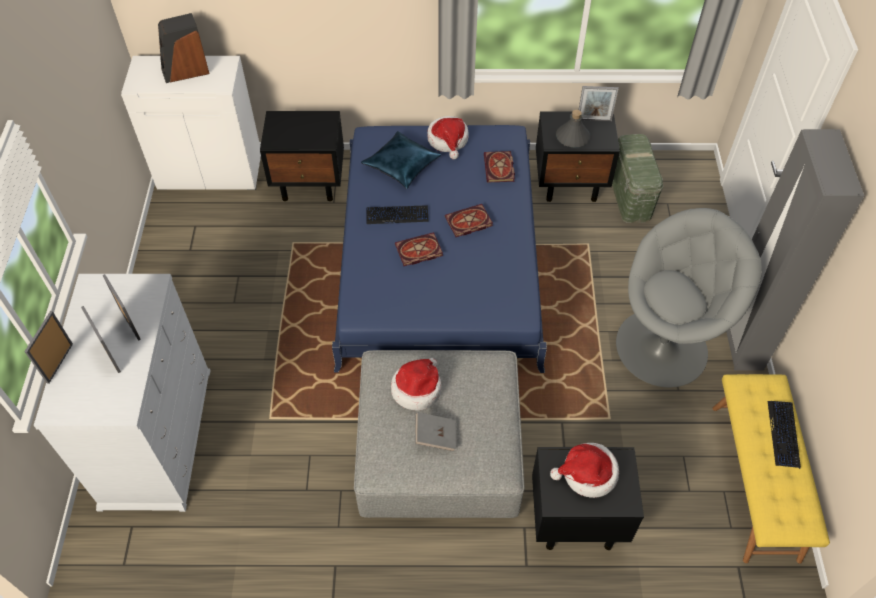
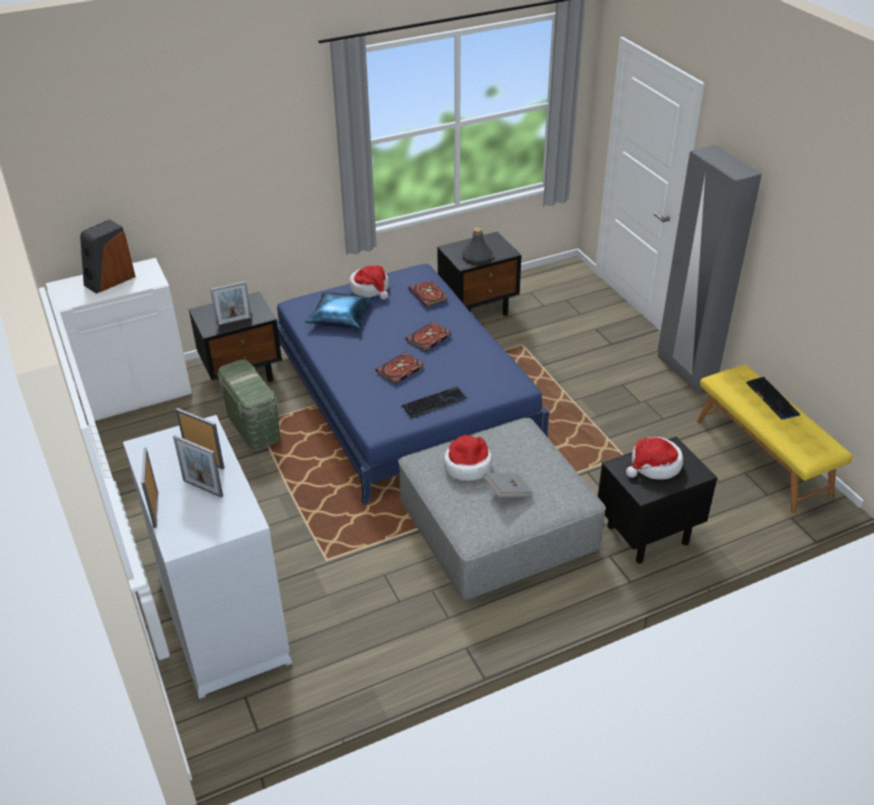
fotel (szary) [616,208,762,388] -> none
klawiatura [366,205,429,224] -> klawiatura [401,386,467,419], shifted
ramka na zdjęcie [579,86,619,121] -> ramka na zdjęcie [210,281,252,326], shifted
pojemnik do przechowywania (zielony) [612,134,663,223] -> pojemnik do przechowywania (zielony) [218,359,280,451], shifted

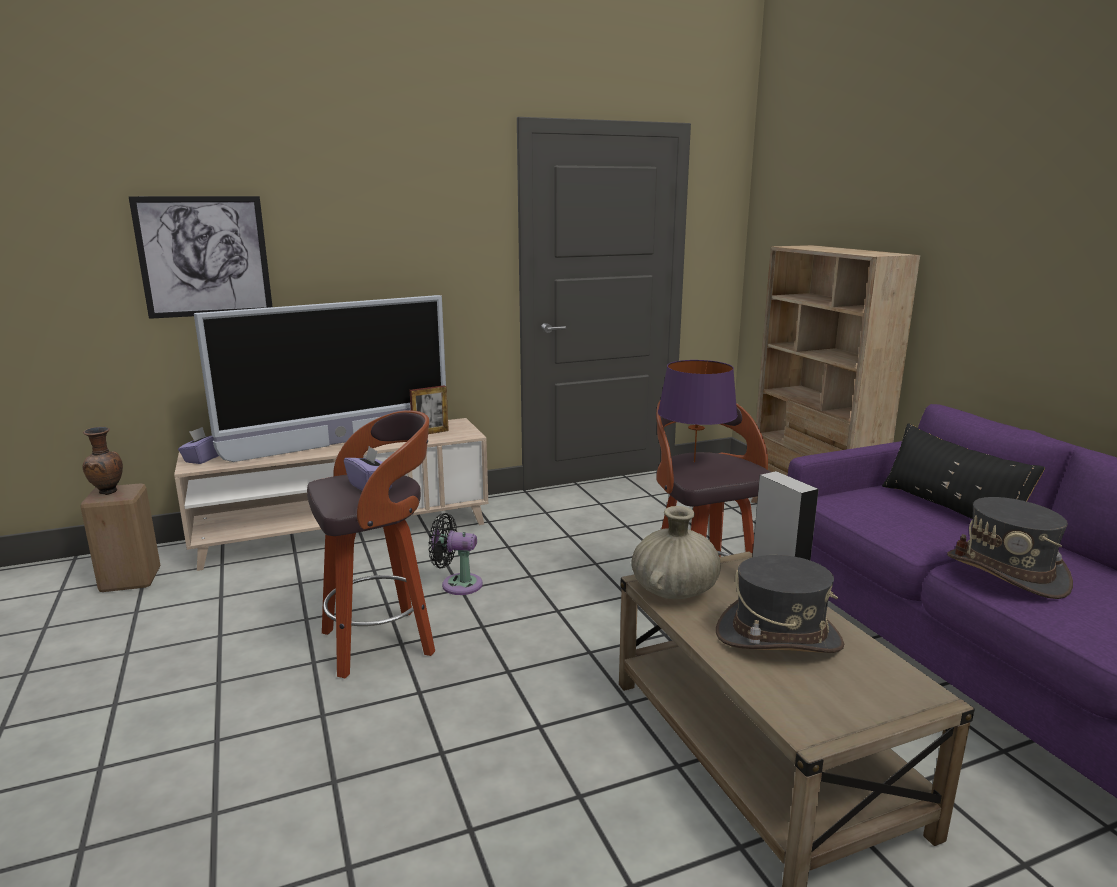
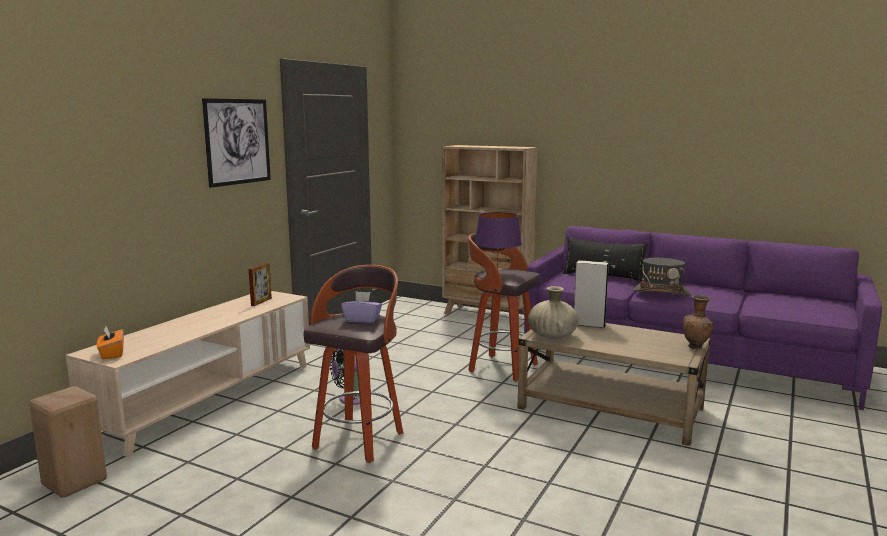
telewizor [194,295,446,462] -> none
kapelusz (szary) [716,555,844,653] -> none
wazon (brązowy) [82,427,123,495] -> wazon (brązowy) [683,295,714,349], shifted
obraz [129,196,272,319] -> obraz [202,98,271,188], shifted
pudełko chusteczek (fioletowy) [178,427,219,464] -> pudełko chusteczek (pomarańczowy) [97,326,124,359]

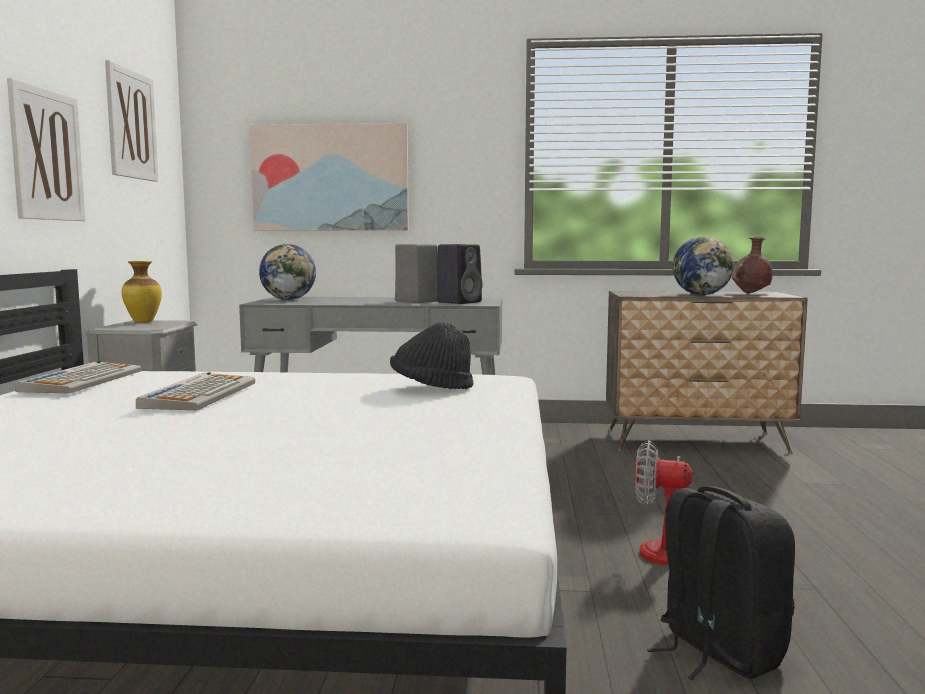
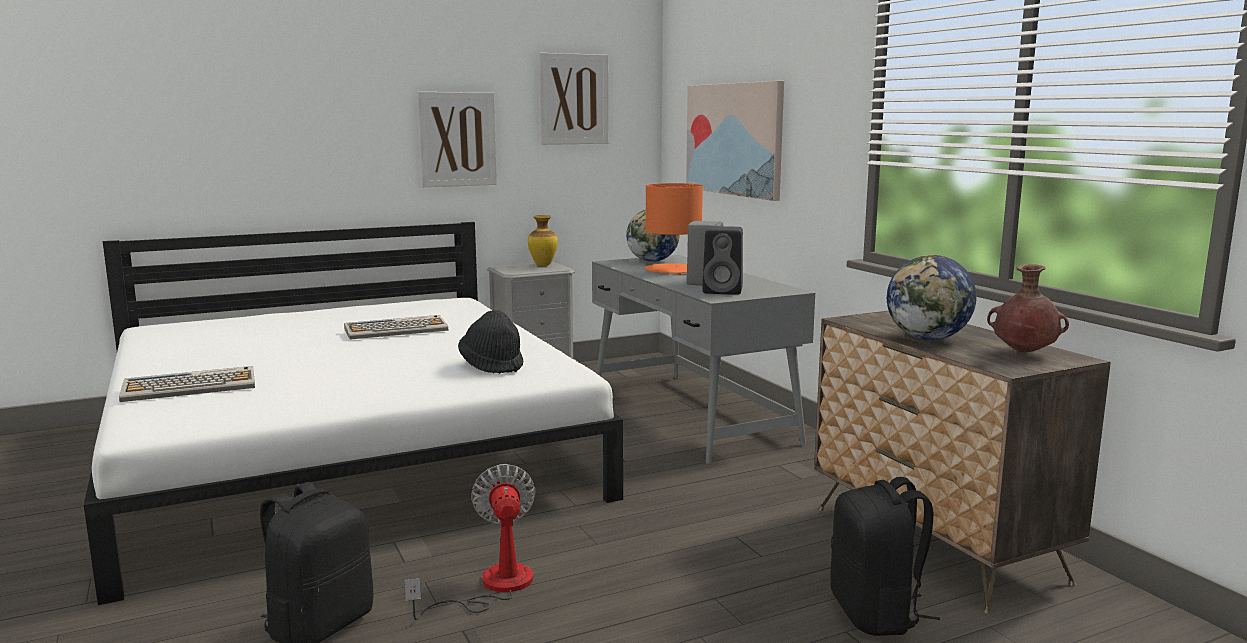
none -> lampa stołowa (pomarańczowy) [645,183,703,275]
none -> plecak (czarny) [830,477,940,636]
klawiatura [15,361,141,394] -> klawiatura [119,366,255,402], shifted

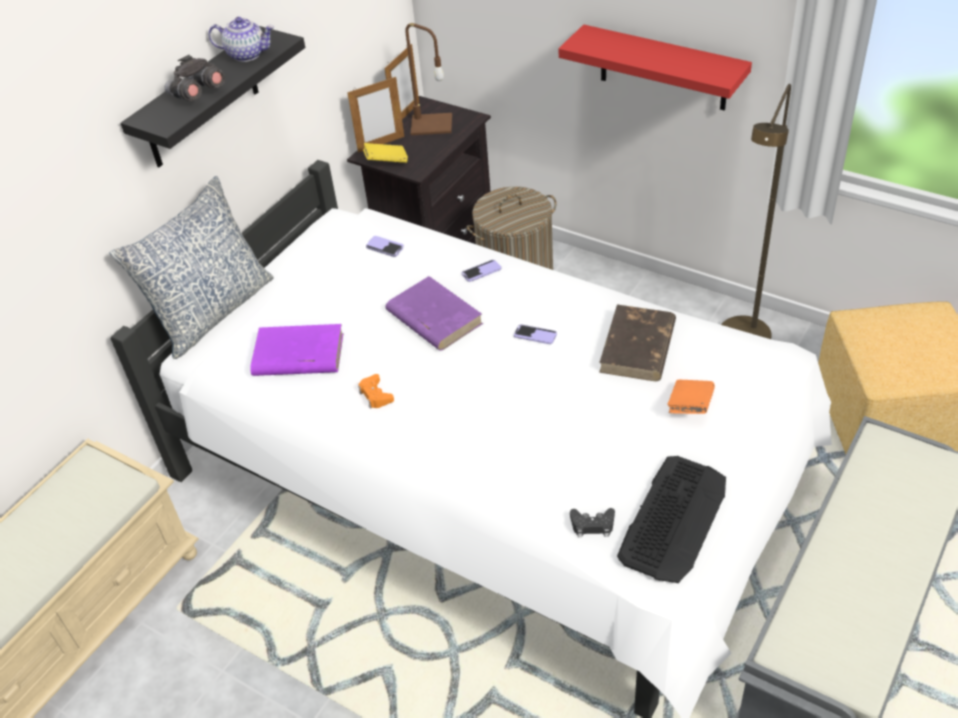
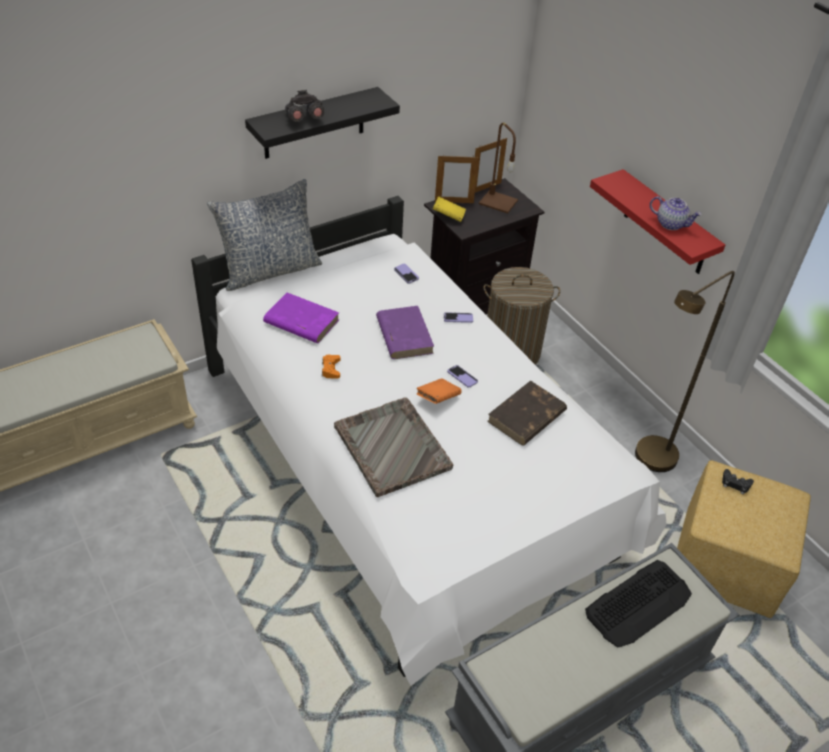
none -> taca (szary) [334,397,453,497]
imbryk [208,17,274,62] -> imbryk [650,196,702,230], shifted
pad do gier (czarny) [570,508,615,537] -> pad do gier (czarny) [722,469,754,494], shifted
klawiatura [617,456,726,583] -> klawiatura [585,560,692,648], shifted
książka (pomarańczowy) [667,380,715,414] -> książka (pomarańczowy) [417,379,462,404], shifted

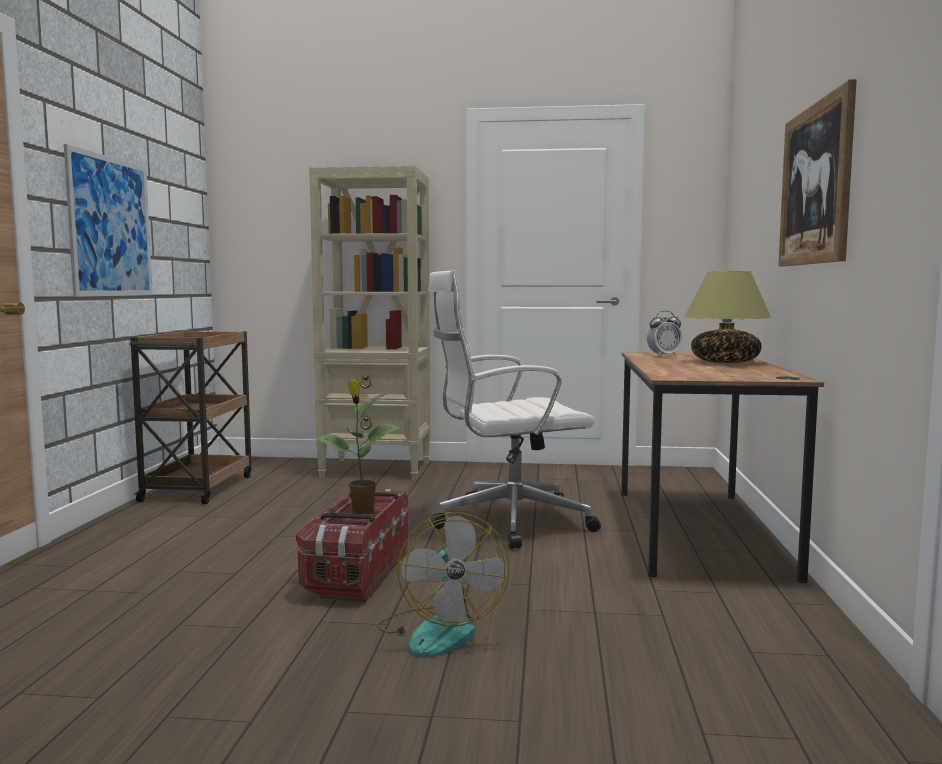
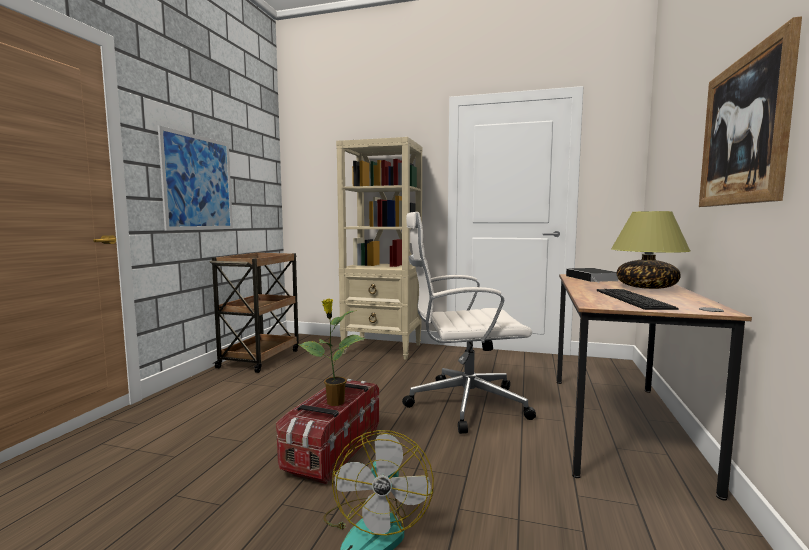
none -> klawiatura [597,289,679,310]
budzik [647,311,682,356] -> książka [566,268,618,283]

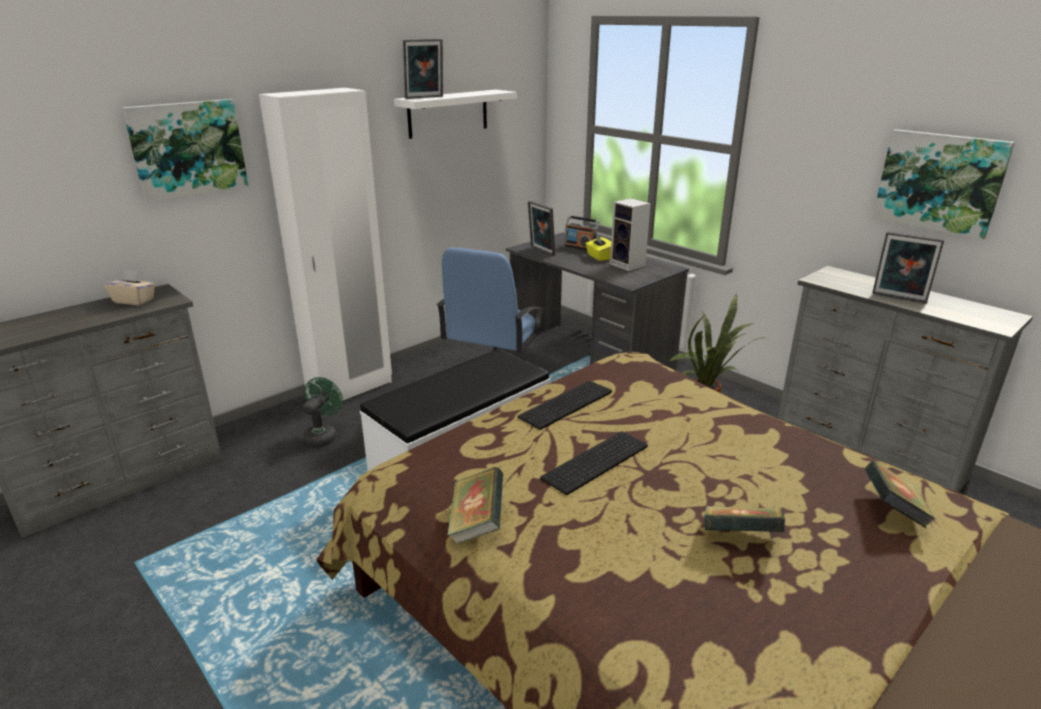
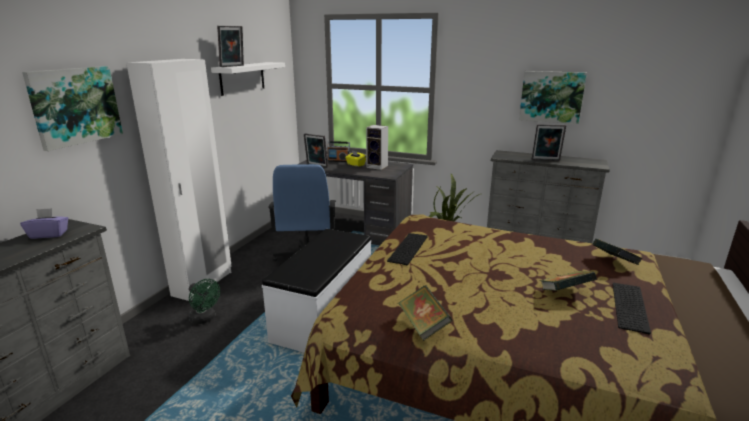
klawiatura [540,432,648,495] -> klawiatura [613,283,651,334], shifted
pudełko chusteczek (beżowy) [104,270,155,306] -> pudełko chusteczek (fioletowy) [20,208,69,239]
wentylator (zielony) [302,377,343,447] -> wentylator (zielony) [189,279,220,324], 135 degrees clockwise

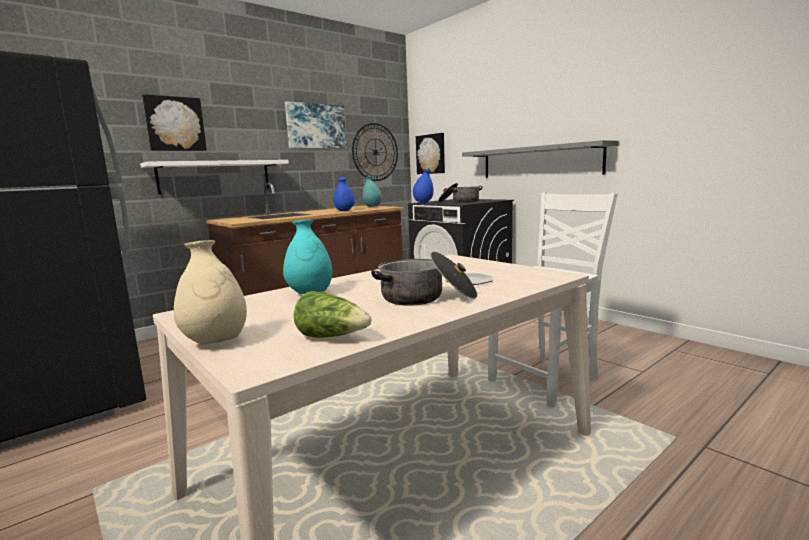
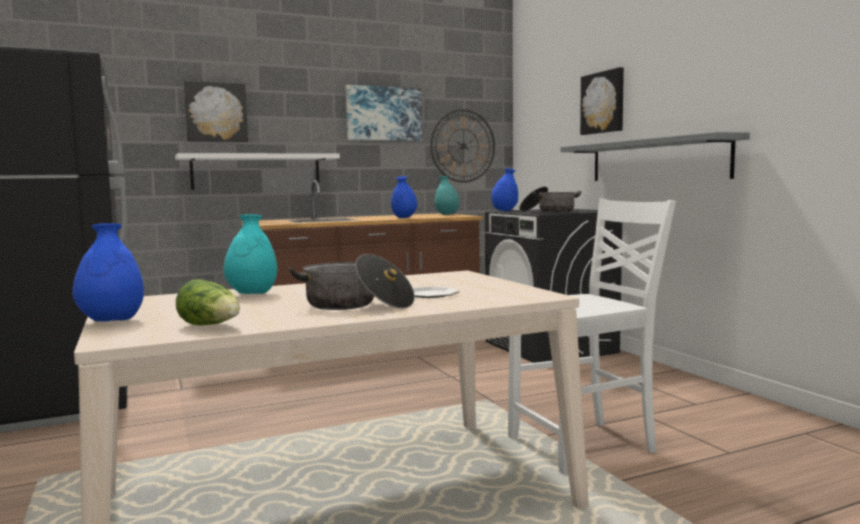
obraz [416,133,445,174] -> obraz [580,67,624,135], shifted
wazon (beżowy) [174,240,247,345] -> wazon (niebieski) [72,223,144,322]

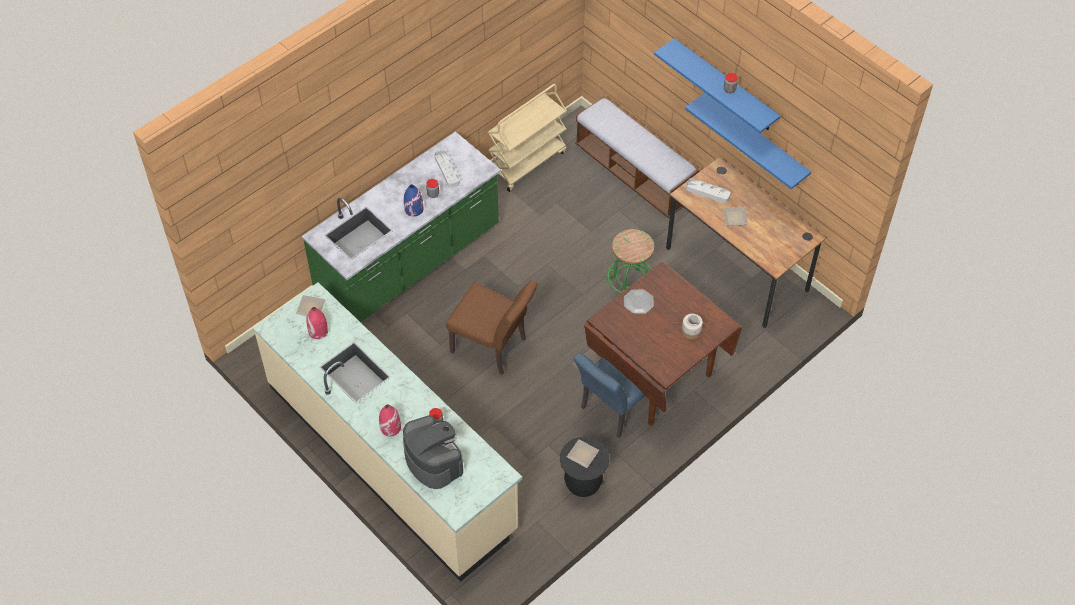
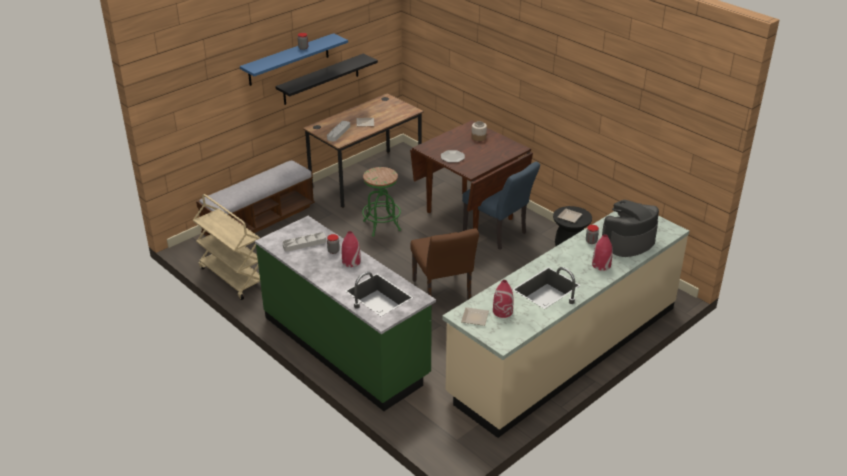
wazon (niebieski) [404,184,423,217] -> wazon (czerwony) [342,231,361,267]
półka (niebieski) [685,93,811,189] -> półka (czarny) [275,54,378,105]
krzesło (brązowy) [446,280,538,375] -> krzesło (brązowy) [410,228,479,300], 135 degrees clockwise

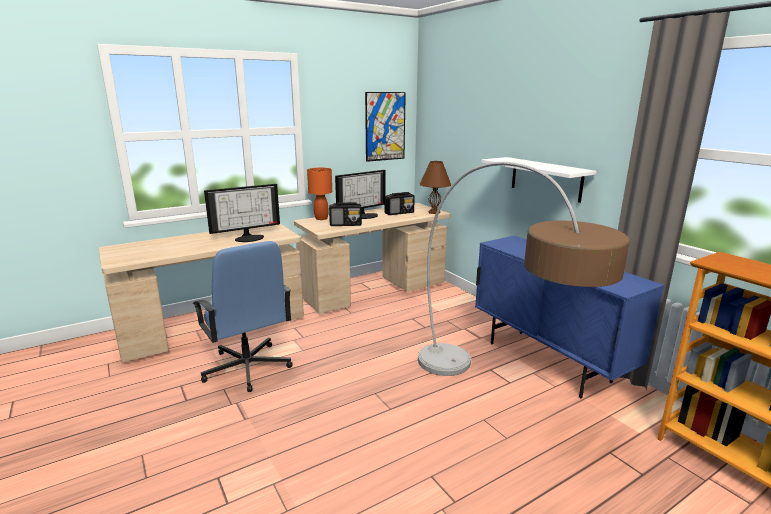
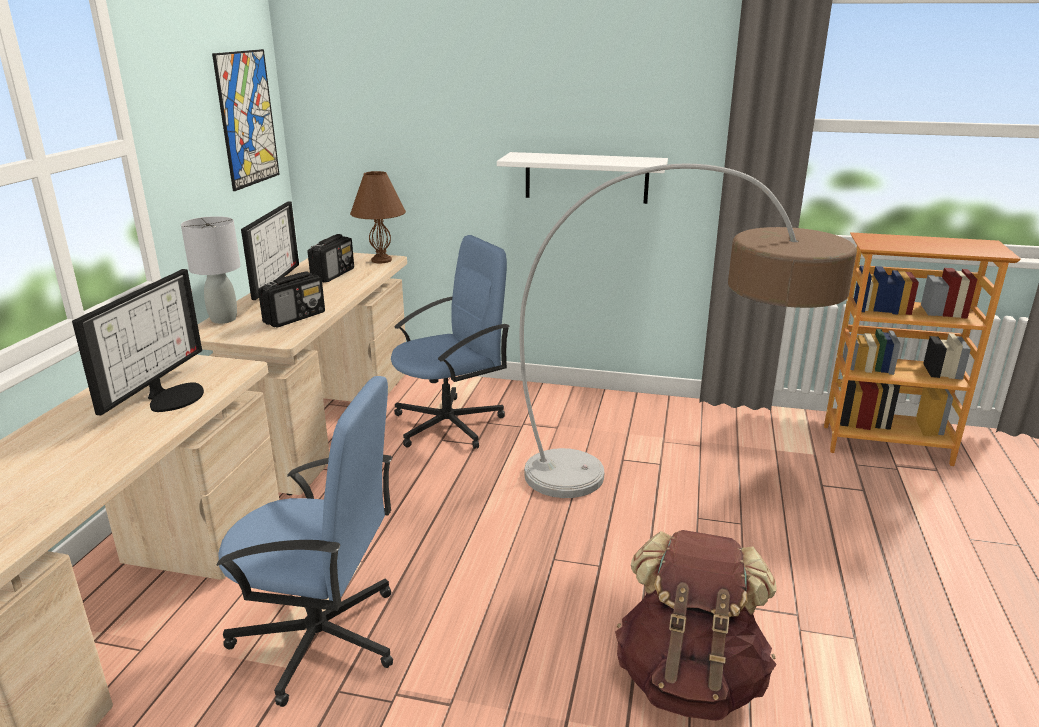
szafka (niebieski) [475,236,664,399] -> none
none -> krzesło biurowe (niebieski) [391,235,510,449]
none -> plecak (brązowy) [615,530,777,721]
lampa stołowa (pomarańczowy) [307,168,332,220] -> lampa stołowa (szary) [181,216,241,324]

